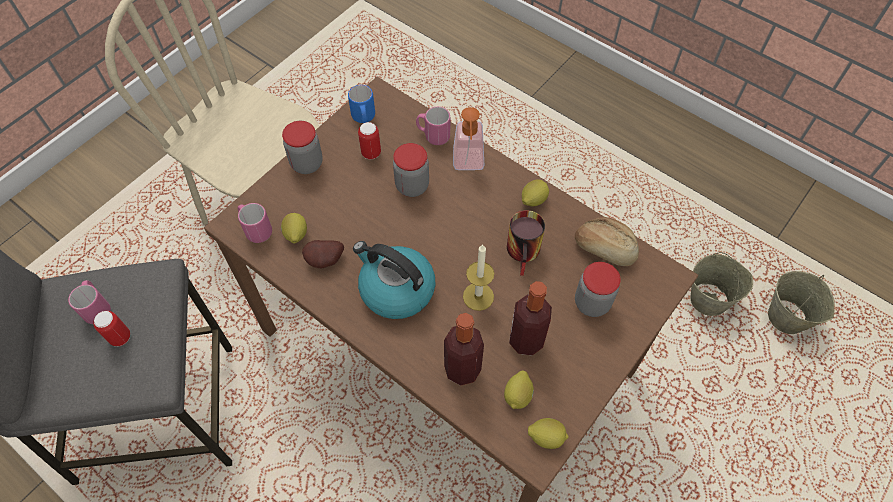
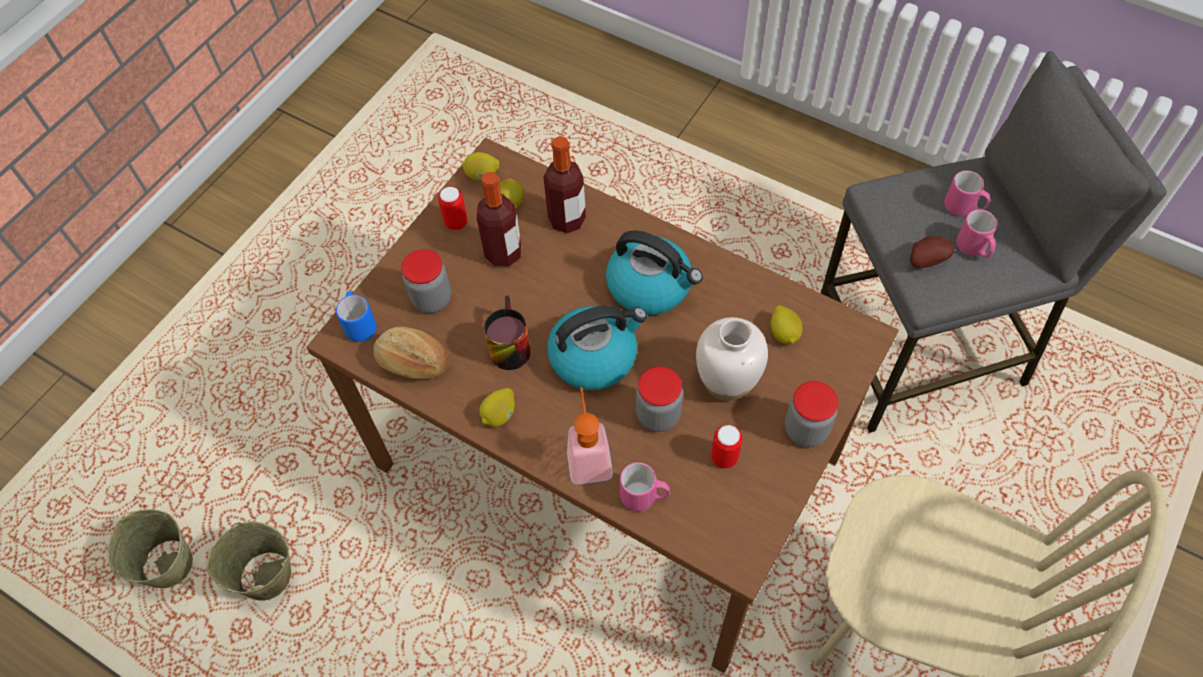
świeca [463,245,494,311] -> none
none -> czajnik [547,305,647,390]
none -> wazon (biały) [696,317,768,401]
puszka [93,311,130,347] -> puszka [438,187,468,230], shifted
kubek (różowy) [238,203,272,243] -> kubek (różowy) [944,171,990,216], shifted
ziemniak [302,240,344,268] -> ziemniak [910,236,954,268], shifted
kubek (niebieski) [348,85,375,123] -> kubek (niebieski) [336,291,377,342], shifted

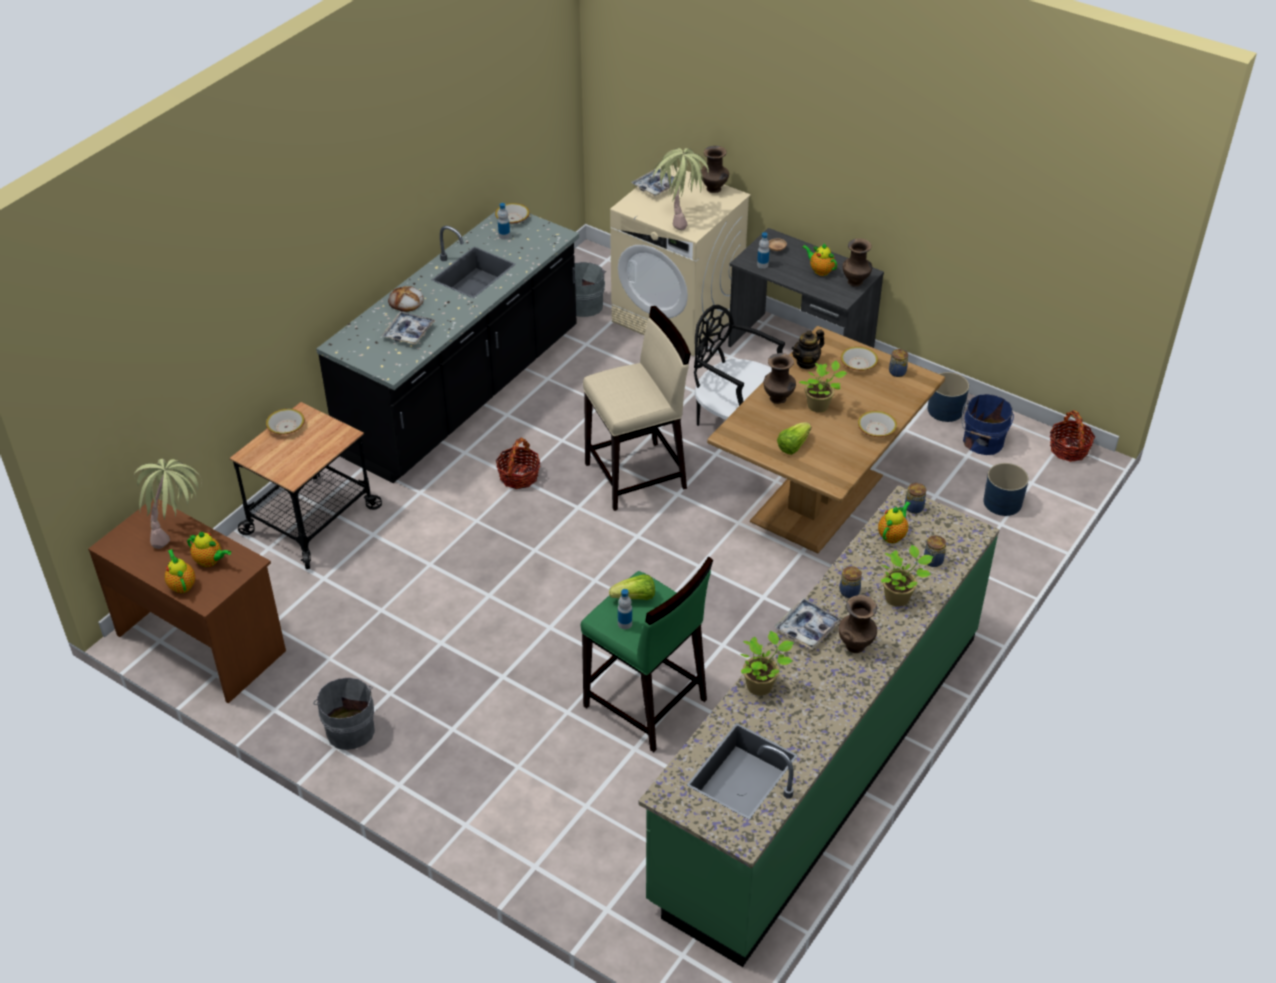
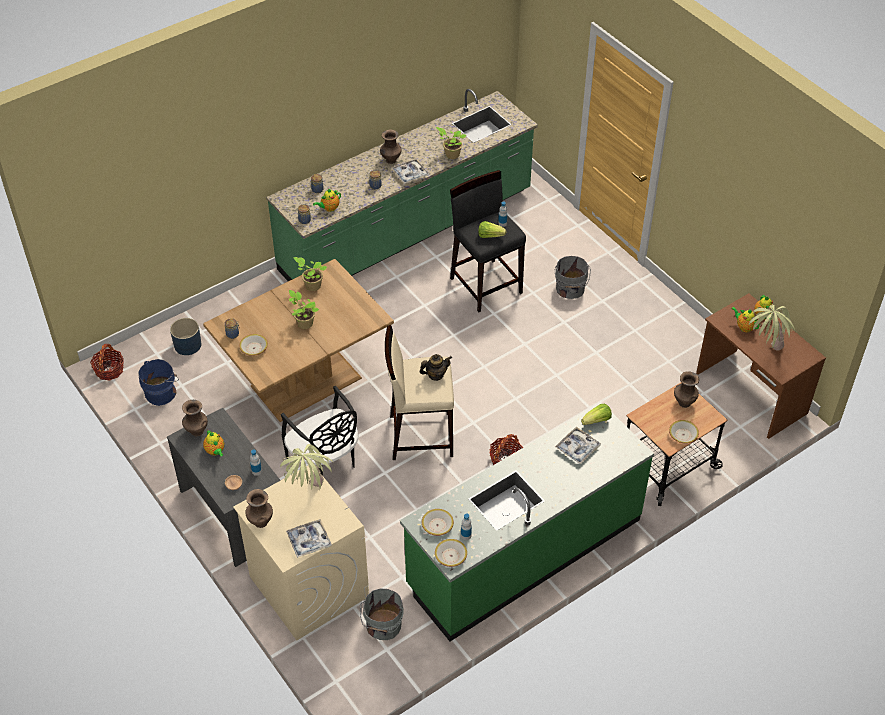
chleb [388,286,424,312] -> none
donica (niebieski) [928,372,969,422] -> none
wiadro (szary) [313,678,375,750] -> wiadro (szary) [555,256,591,299], shifted
wazon (brązowy) [764,353,796,404] -> wazon (brązowy) [674,371,700,408], shifted
sałata [777,422,811,455] -> sałata [581,404,612,425], shifted
imbryk [791,329,824,370] -> imbryk [419,354,452,381], shifted
miska [858,411,897,437] -> miska [422,509,454,536], shifted
roślina doniczkowa [881,545,933,607] -> roślina doniczkowa [294,257,327,291], shifted
zabudowa kuchenna (czarny) [316,212,579,483] -> zabudowa kuchenna (zielony) [400,402,654,641]
stołek (zielony) [581,556,713,752] -> stołek (czarny) [450,170,526,312]

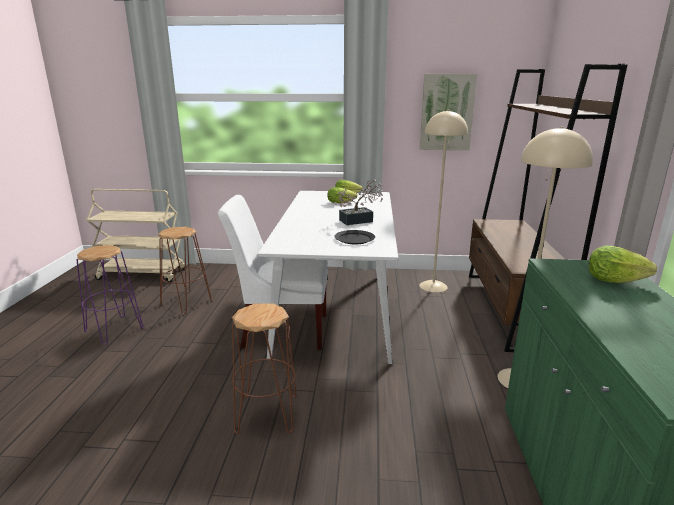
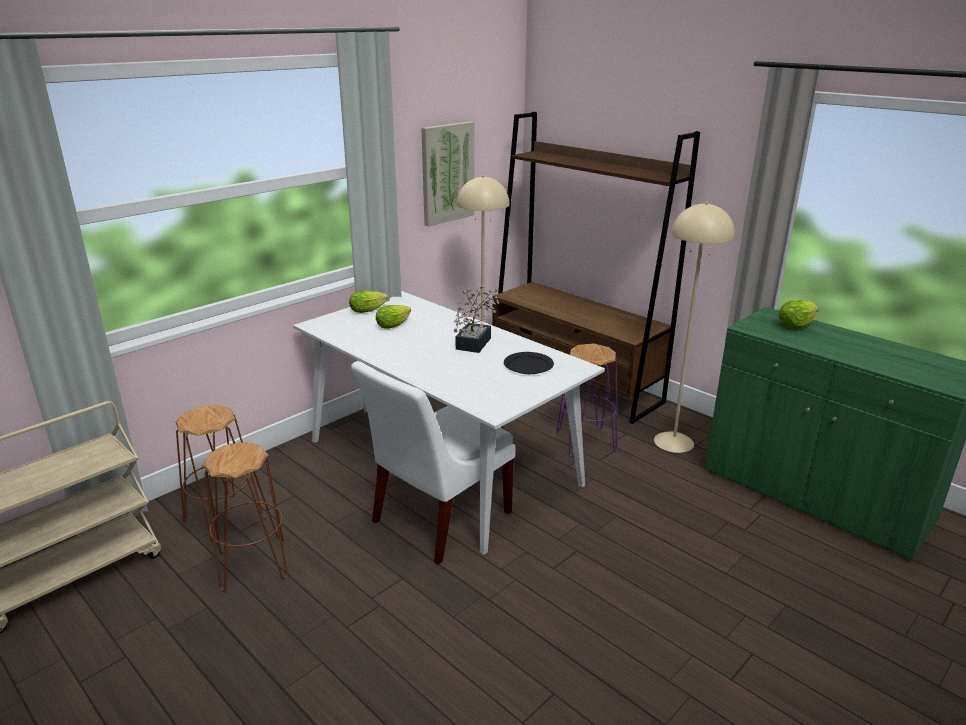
stołek (fioletowy) [77,245,144,345] -> stołek (fioletowy) [556,344,617,457], shifted
stołek (brązowy) [232,303,297,434] -> stołek (brązowy) [175,405,263,544], shifted

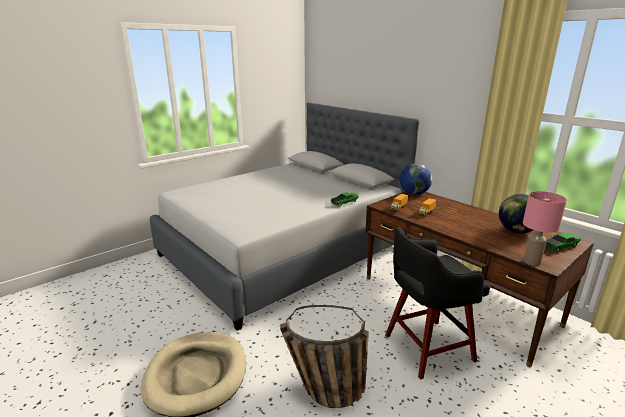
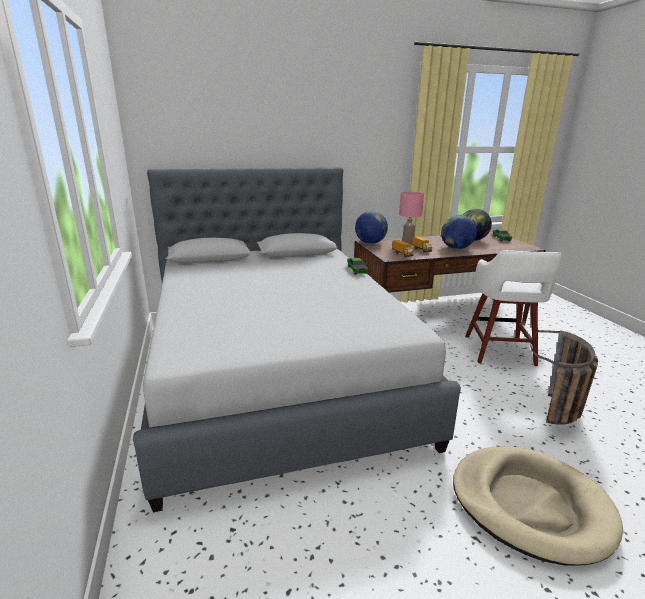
none -> globus [441,215,477,249]
lampa stołowa (różowy) [523,191,567,266] -> lampa stołowa (różowy) [399,192,424,245], shifted
stołek (czarny) [385,227,490,380] -> stołek (biały) [465,250,562,366]

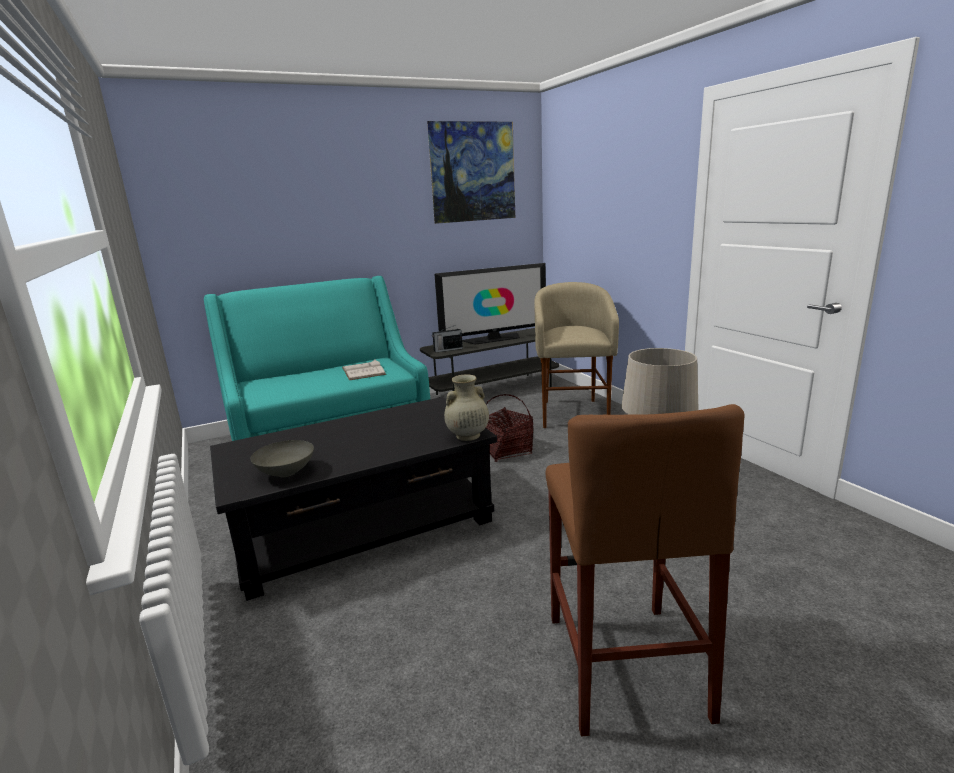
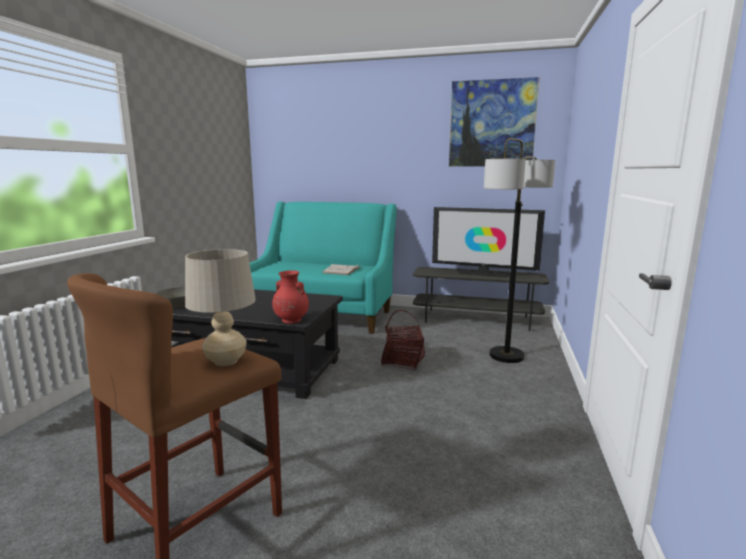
radio [432,325,463,353] -> none
stołek (beżowy) [534,282,619,428] -> lampa stojąca [484,138,555,363]
wazon (beżowy) [444,374,489,441] -> wazon (czerwony) [272,270,309,324]

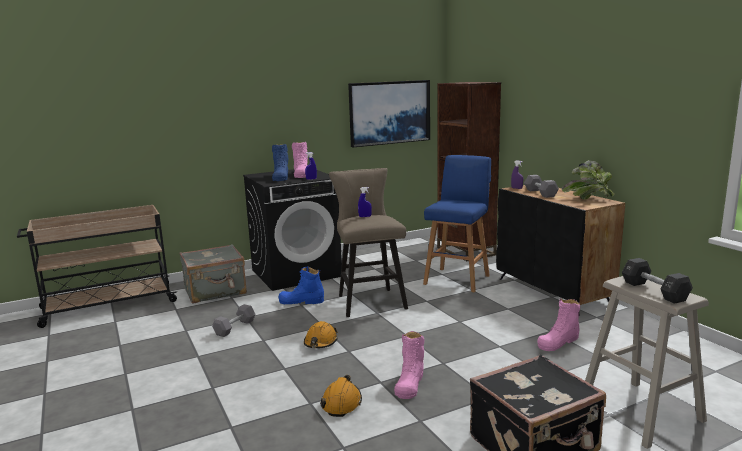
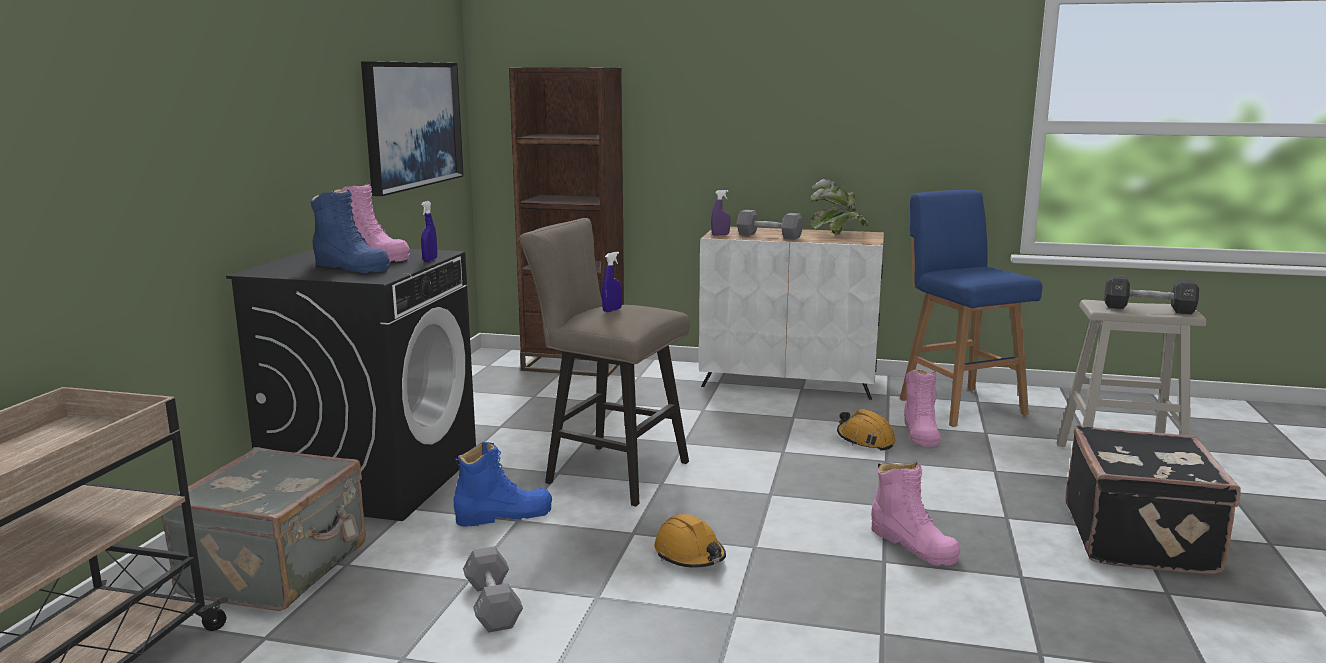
kask (pomarańczowy) [320,375,362,417] -> kask (pomarańczowy) [837,409,896,451], shifted
stołek (niebieski) [423,155,491,293] -> stołek (niebieski) [900,190,1042,427], shifted
szafka (czarny) [496,185,625,305] -> szafka (biały) [699,227,884,400]
but z cholewką (niebieski) [279,266,324,304] -> but z cholewką (niebieski) [454,442,552,527], 150 degrees counterclockwise

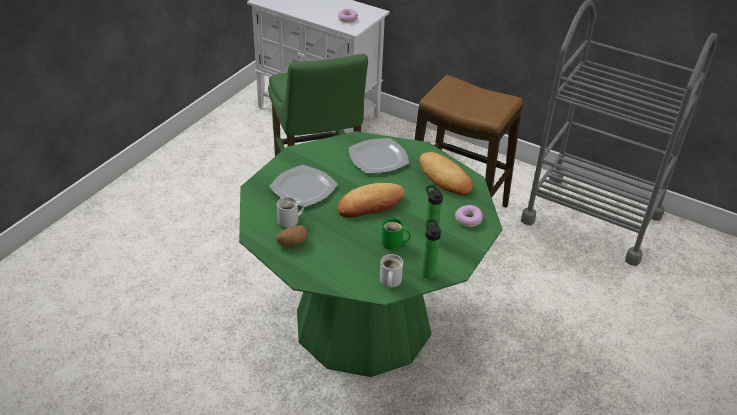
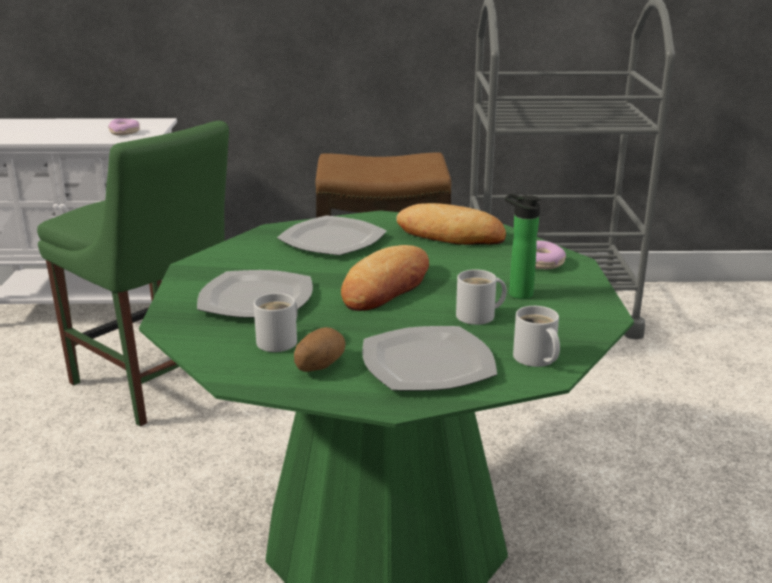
butelka [422,220,441,279] -> none
none -> talerz [362,326,497,391]
kubek (zielony) [381,218,411,250] -> kubek (biały) [456,270,507,325]

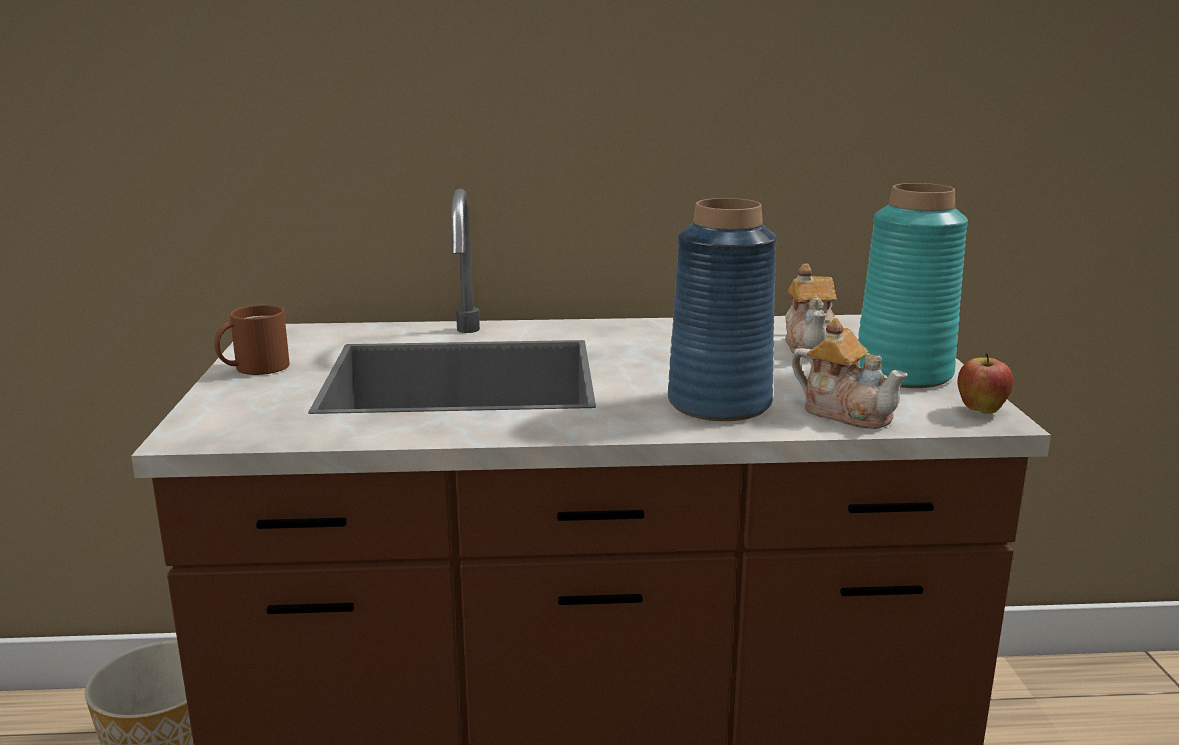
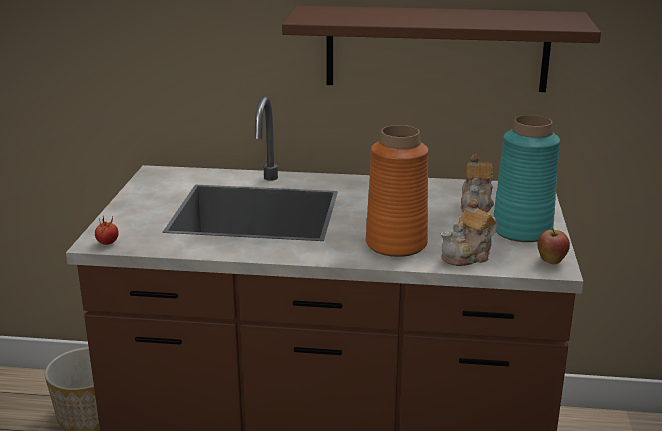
kubek (brązowy) [214,305,290,375] -> none
none -> pomidor [95,217,119,245]
none -> półka (brązowy) [282,5,601,92]
wazon (niebieski) [668,198,777,421] -> wazon (pomarańczowy) [366,125,429,257]
imbryk [791,318,907,429] -> imbryk [441,198,497,266], 90 degrees clockwise

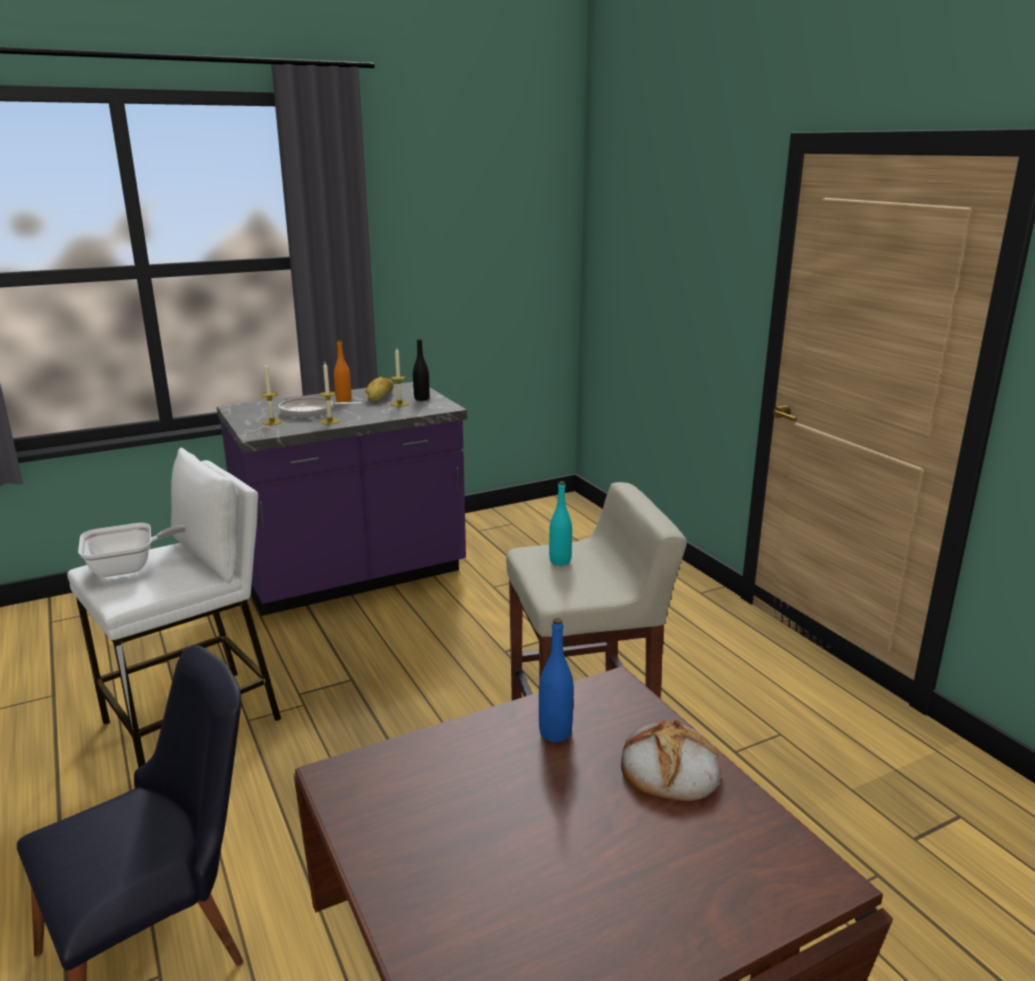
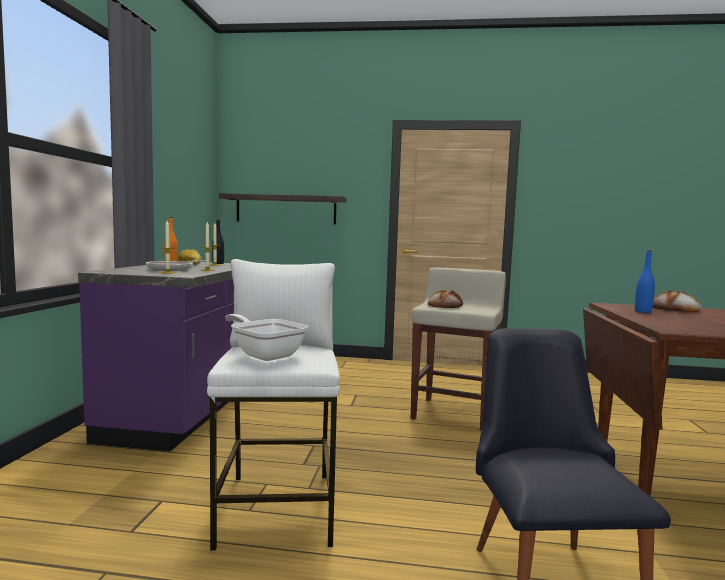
none -> półka [219,193,347,225]
butelka (turkusowy) [549,481,572,566] -> chleb [428,290,463,308]
patelnia [78,523,186,577] -> patelnia [225,314,308,361], 60 degrees counterclockwise

